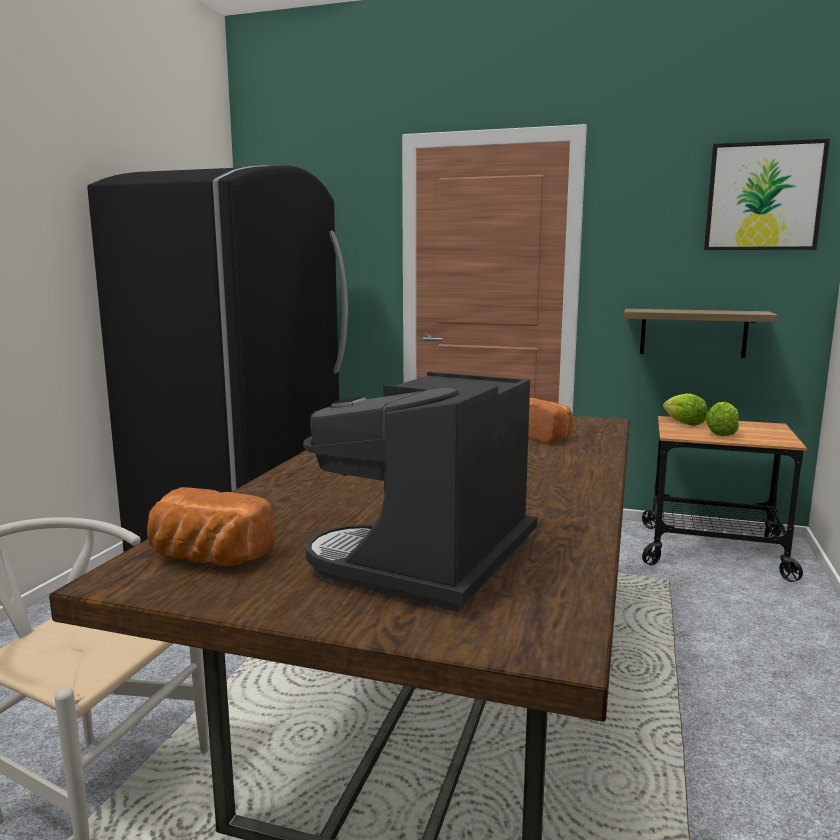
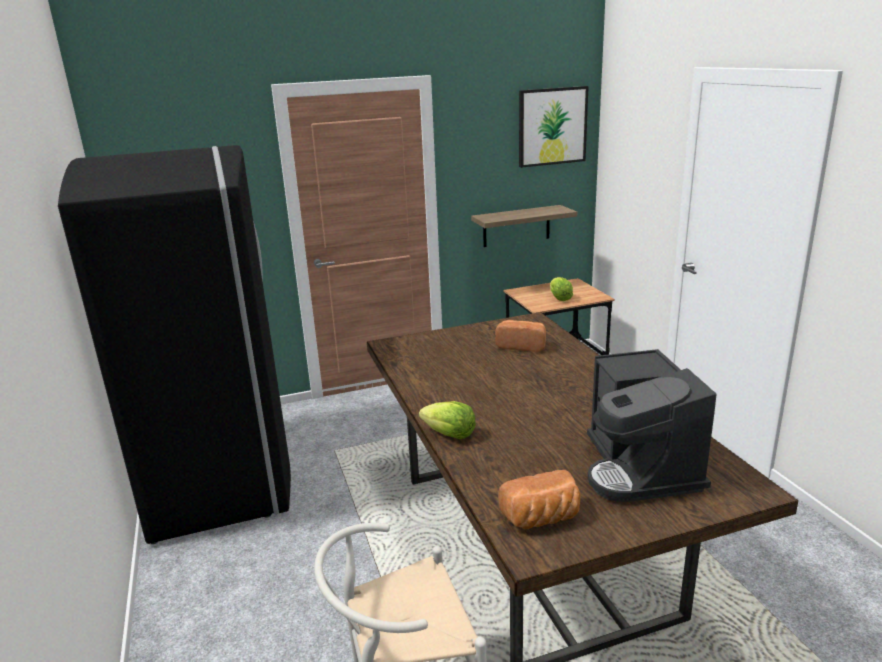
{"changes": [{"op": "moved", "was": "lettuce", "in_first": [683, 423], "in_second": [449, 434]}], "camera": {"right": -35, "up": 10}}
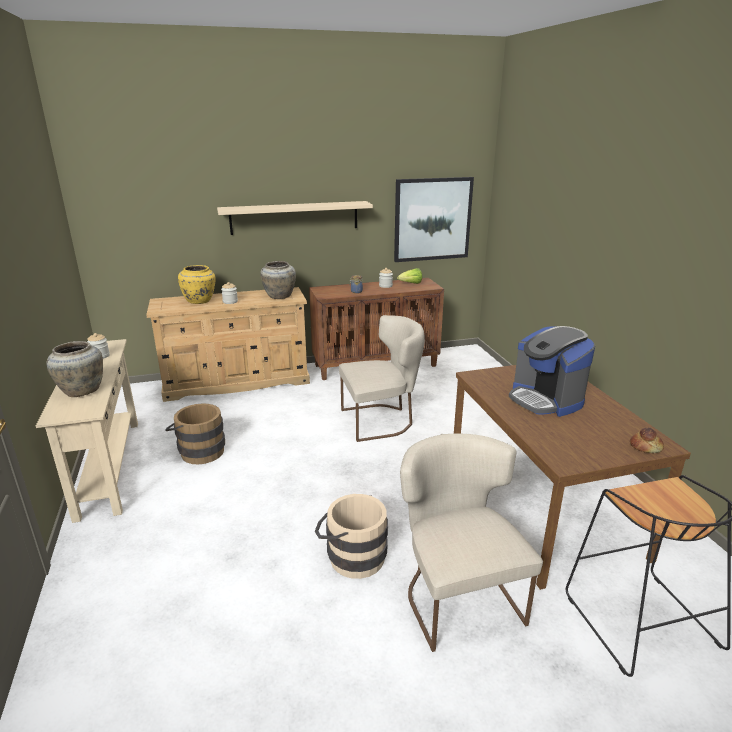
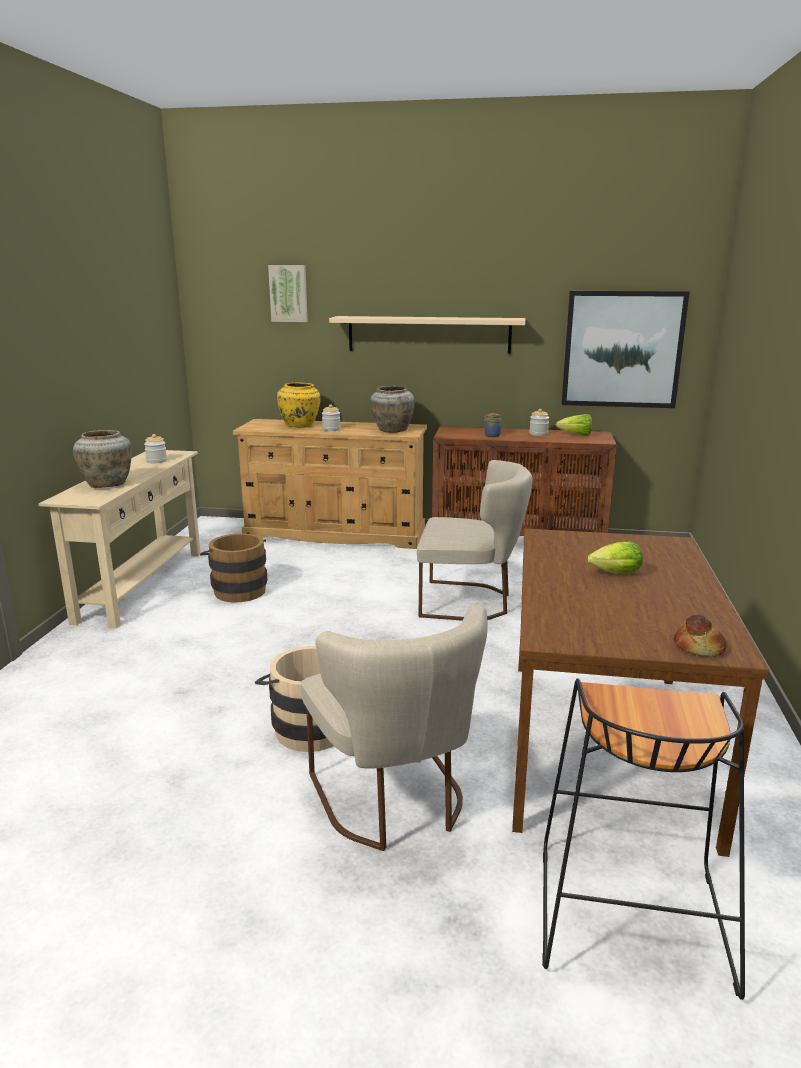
{"changes": [{"op": "turned", "was": "beige chair", "in_first": [456, 595], "in_second": [394, 802], "clockwise": 150}, {"op": "replaced", "was": "coffee machine", "now": "lettuce", "in_first": [545, 399], "in_second": [613, 573]}, {"op": "added", "now": "picture", "in_second": [288, 293]}], "camera": {"right": 25, "up": -5}}
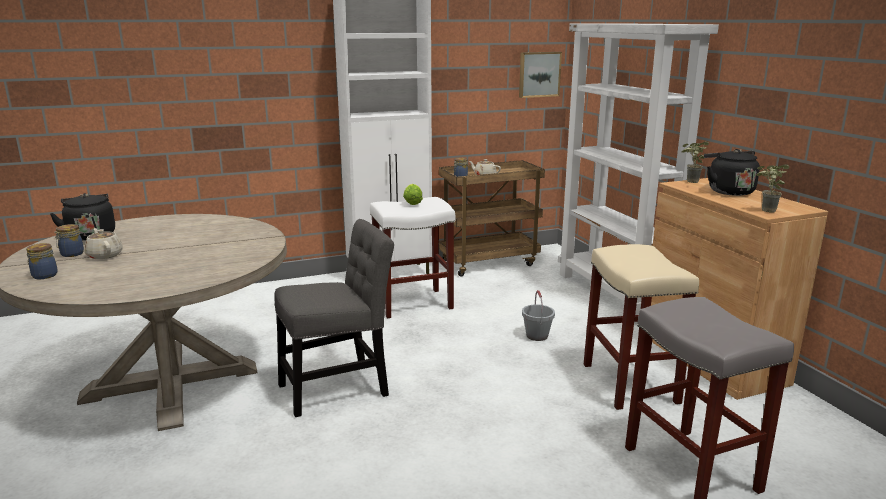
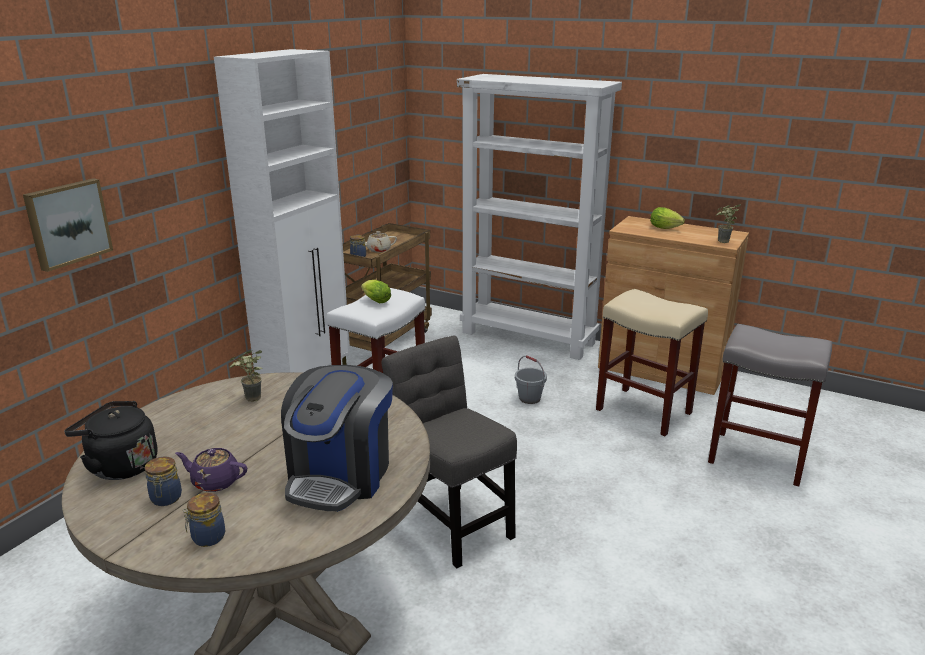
{"changes": [{"op": "recoloured", "was": "beige teapot", "now": "purple teapot", "in_first": [104, 255], "in_second": [215, 481]}, {"op": "turned", "was": "grey chair", "in_first": [339, 388], "in_second": [451, 521], "clockwise": -60}, {"op": "moved", "was": "picture", "in_first": [539, 74], "in_second": [67, 223]}, {"op": "moved", "was": "potted plant", "in_first": [690, 182], "in_second": [250, 400]}, {"op": "replaced", "was": "black kettle", "now": "lettuce", "in_first": [728, 191], "in_second": [666, 228]}, {"op": "added", "now": "coffee machine", "in_second": [340, 475]}], "camera": {"right": -40, "up": 5}}
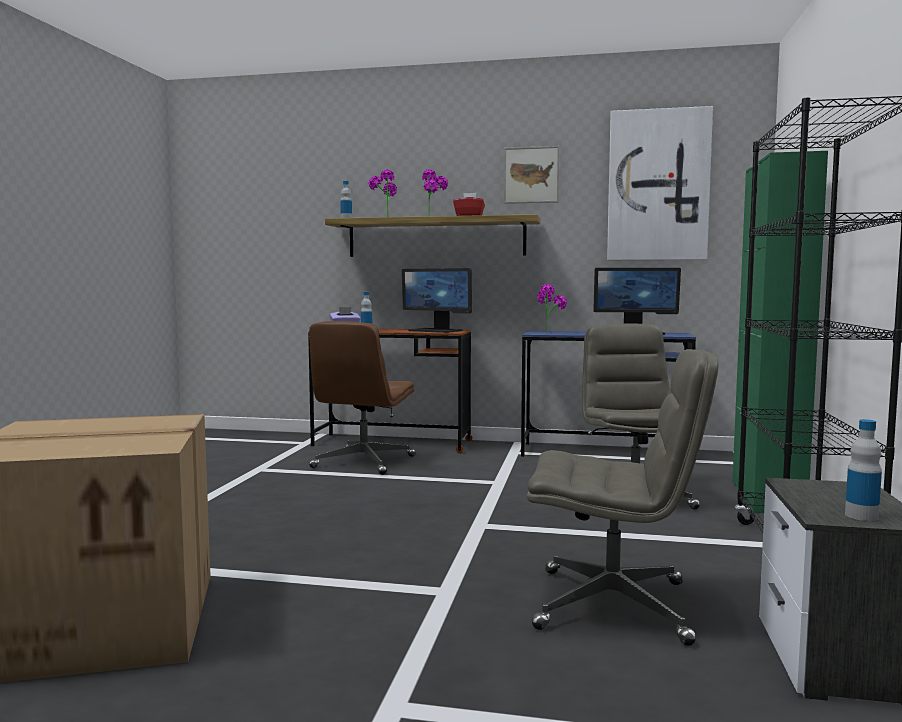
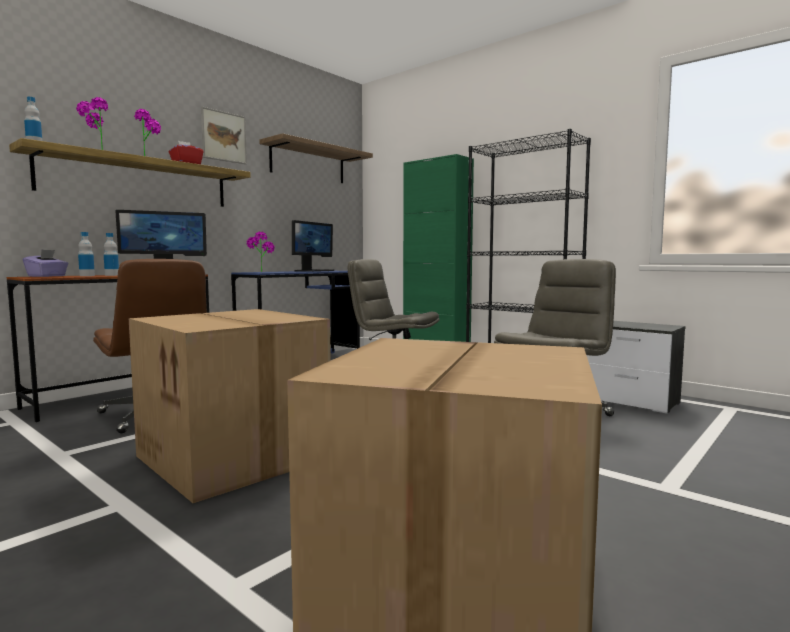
{"changes": [{"op": "replaced", "was": "picture", "now": "shelf", "in_first": [658, 185], "in_second": [308, 163]}, {"op": "moved", "was": "bottle", "in_first": [861, 516], "in_second": [112, 275]}, {"op": "added", "now": "cardboard box", "in_second": [236, 457]}], "camera": {"right": -60, "up": 0}}
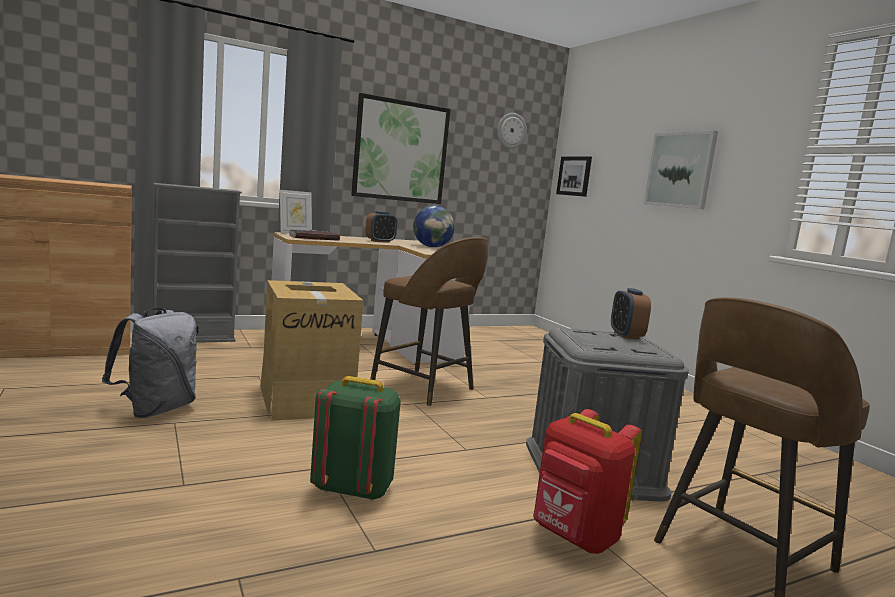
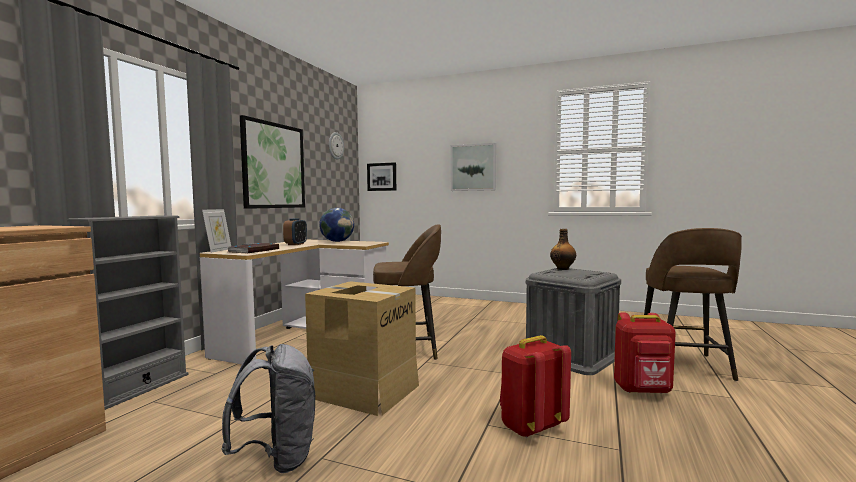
{"changes": [{"op": "recoloured", "was": "green backpack", "now": "red backpack", "in_first": [352, 489], "in_second": [531, 427]}, {"op": "replaced", "was": "alarm clock", "now": "bottle", "in_first": [626, 335], "in_second": [563, 269]}], "camera": {"right": -40, "up": -5}}
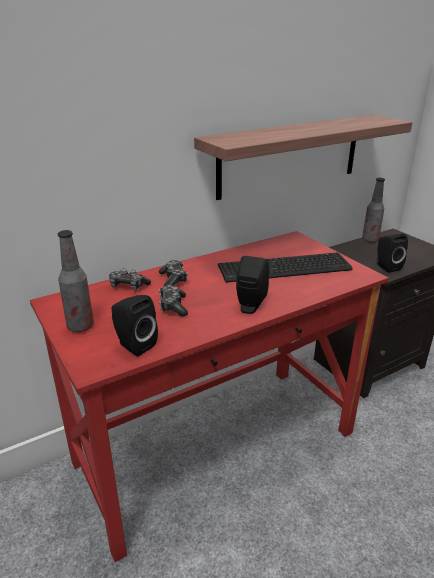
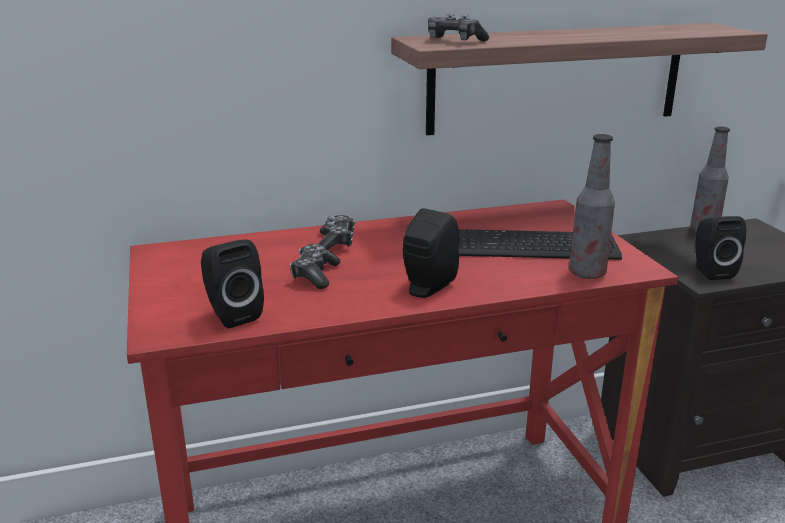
{"changes": [{"op": "moved", "was": "bottle", "in_first": [80, 326], "in_second": [587, 273]}, {"op": "moved", "was": "game controller", "in_first": [128, 286], "in_second": [454, 41]}], "camera": {"right": 15, "up": -5}}
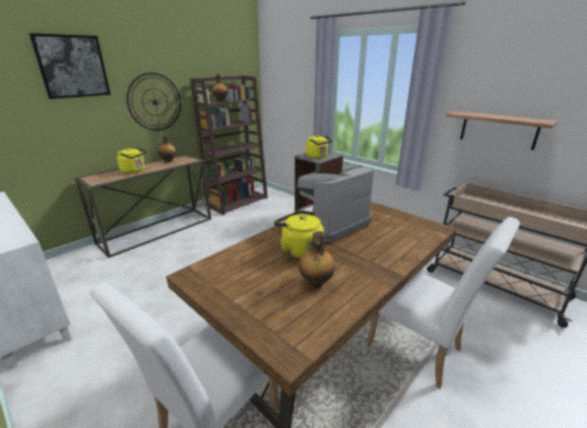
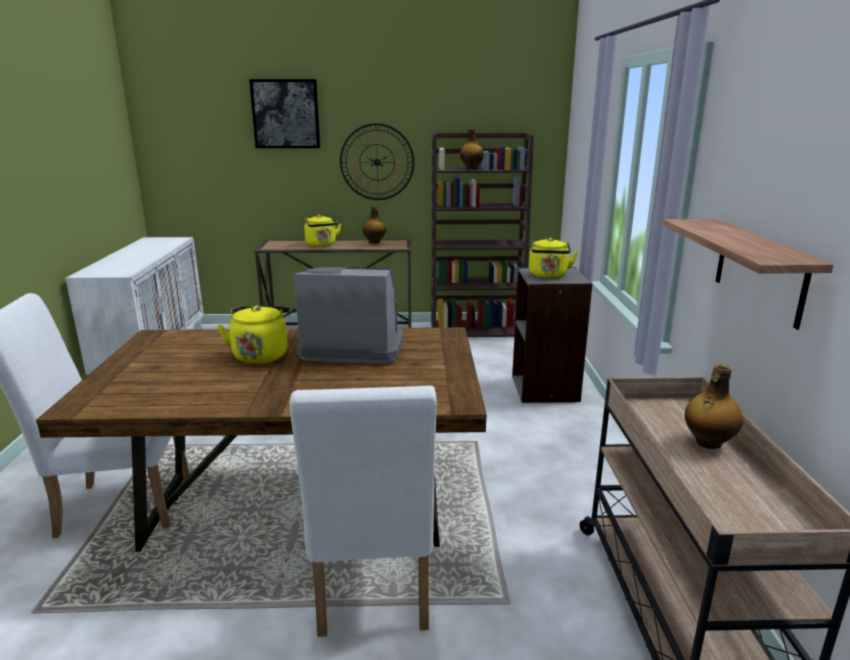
{"changes": [{"op": "moved", "was": "bottle", "in_first": [315, 283], "in_second": [707, 443]}], "camera": {"right": 45, "up": -5}}
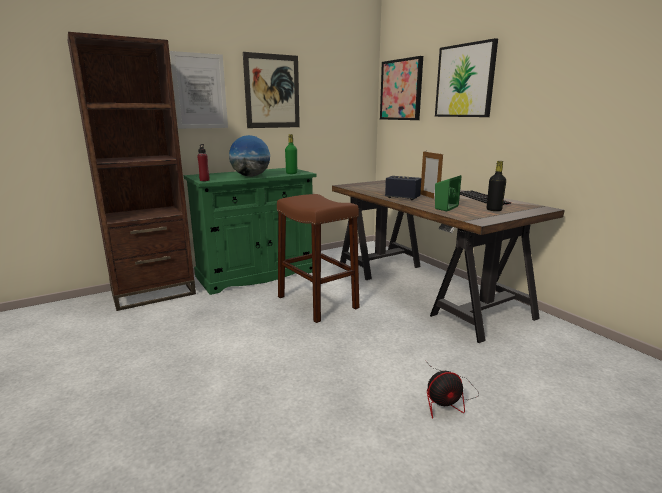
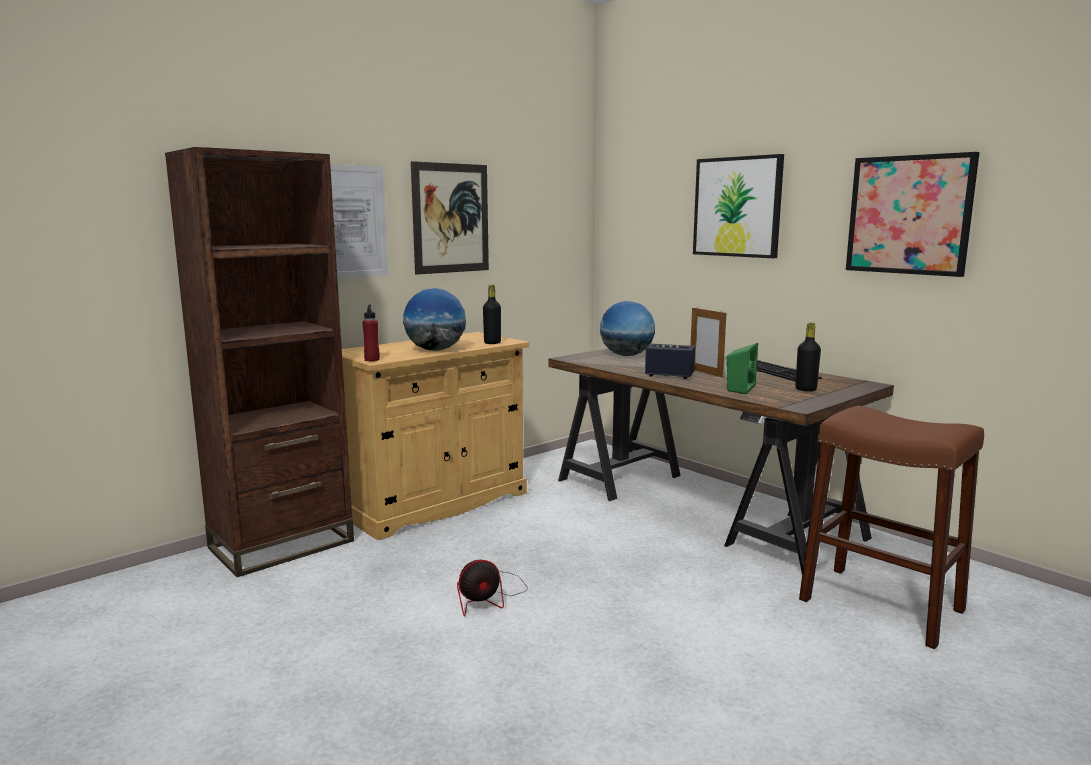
{"changes": [{"op": "recoloured", "was": "green cabinet", "now": "beige cabinet", "in_first": [256, 274], "in_second": [435, 503]}, {"op": "moved", "was": "brown stool", "in_first": [317, 302], "in_second": [880, 605]}, {"op": "recoloured", "was": "green bottle", "now": "black bottle", "in_first": [291, 173], "in_second": [492, 343]}, {"op": "moved", "was": "picture", "in_first": [401, 90], "in_second": [909, 215]}, {"op": "moved", "was": "fan", "in_first": [447, 399], "in_second": [488, 597]}, {"op": "added", "now": "globe", "in_second": [626, 355]}], "camera": {"right": -10, "up": -5}}
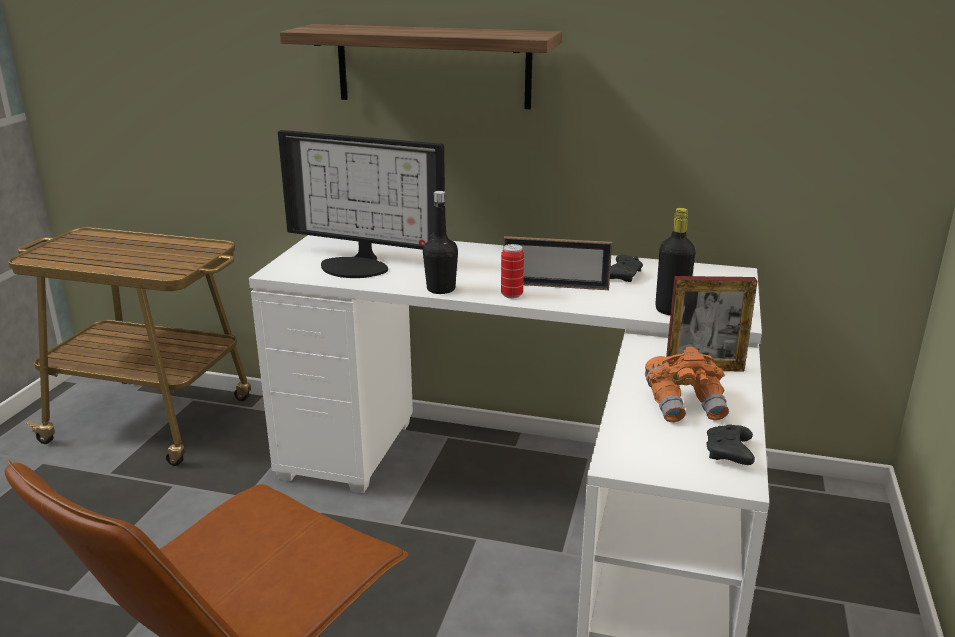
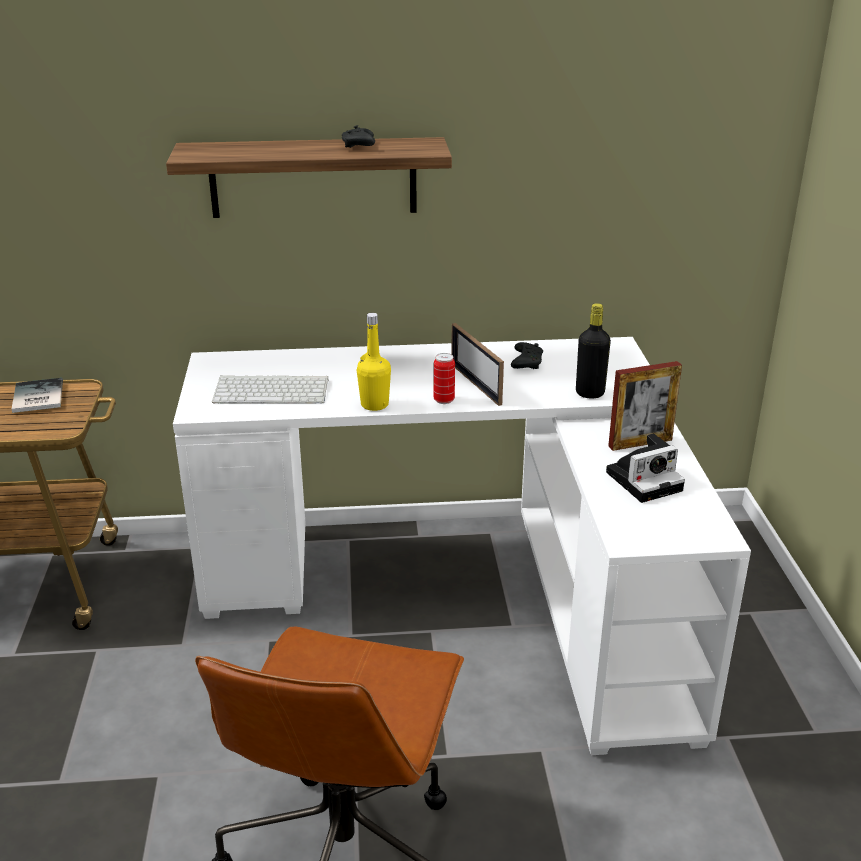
{"changes": [{"op": "replaced", "was": "monitor", "now": "keyboard", "in_first": [358, 265], "in_second": [273, 390]}, {"op": "recoloured", "was": "black bottle", "now": "yellow bottle", "in_first": [441, 289], "in_second": [374, 405]}, {"op": "turned", "was": "picture frame", "in_first": [555, 286], "in_second": [475, 384], "clockwise": 75}, {"op": "replaced", "was": "orange binoculars", "now": "photo camera", "in_first": [685, 405], "in_second": [645, 480]}, {"op": "moved", "was": "black game controller", "in_first": [729, 454], "in_second": [359, 146]}, {"op": "added", "now": "book", "in_second": [36, 397]}], "camera": {"right": -20, "up": 5}}
